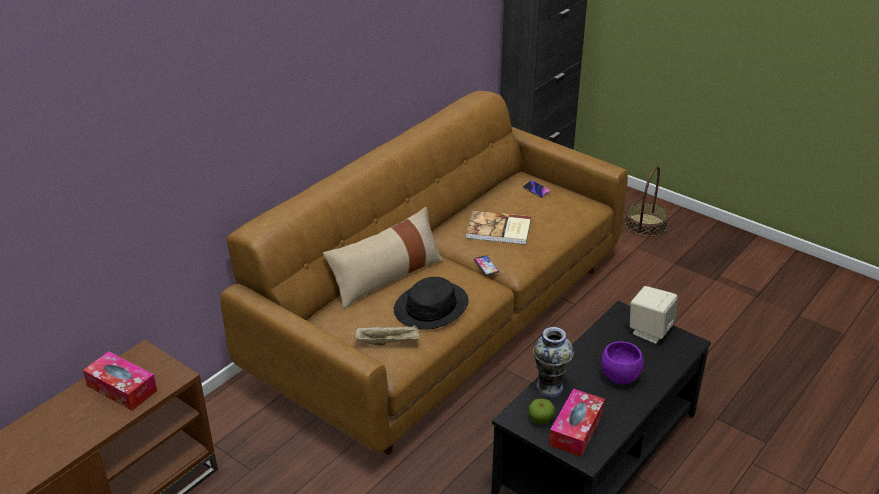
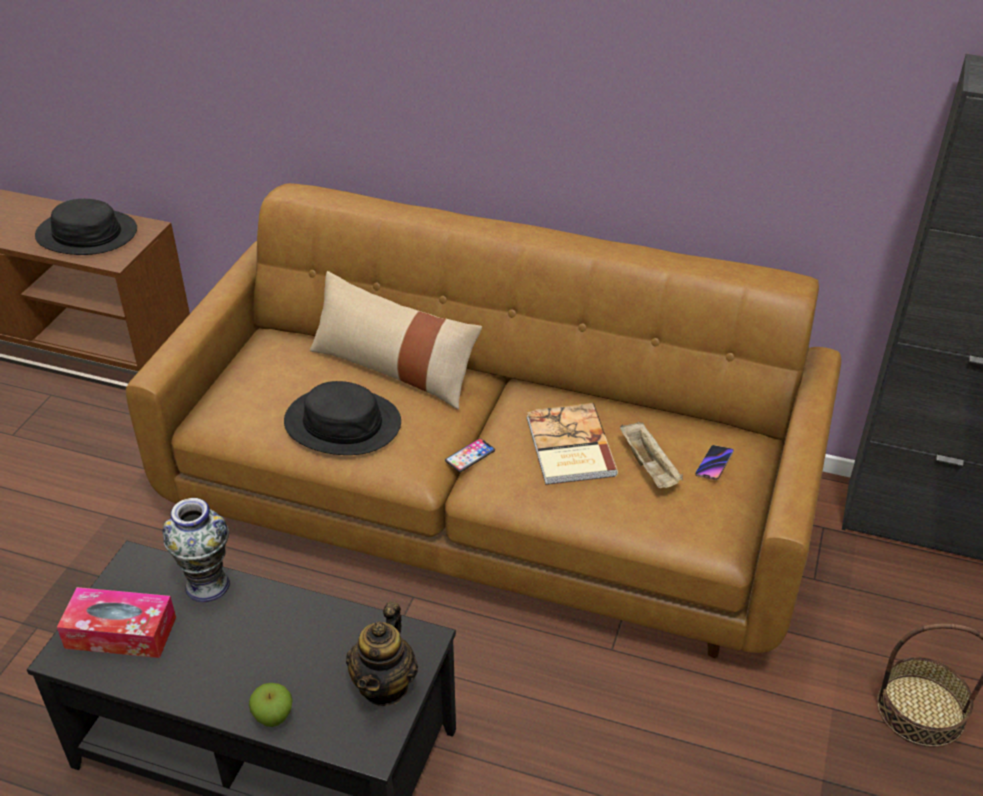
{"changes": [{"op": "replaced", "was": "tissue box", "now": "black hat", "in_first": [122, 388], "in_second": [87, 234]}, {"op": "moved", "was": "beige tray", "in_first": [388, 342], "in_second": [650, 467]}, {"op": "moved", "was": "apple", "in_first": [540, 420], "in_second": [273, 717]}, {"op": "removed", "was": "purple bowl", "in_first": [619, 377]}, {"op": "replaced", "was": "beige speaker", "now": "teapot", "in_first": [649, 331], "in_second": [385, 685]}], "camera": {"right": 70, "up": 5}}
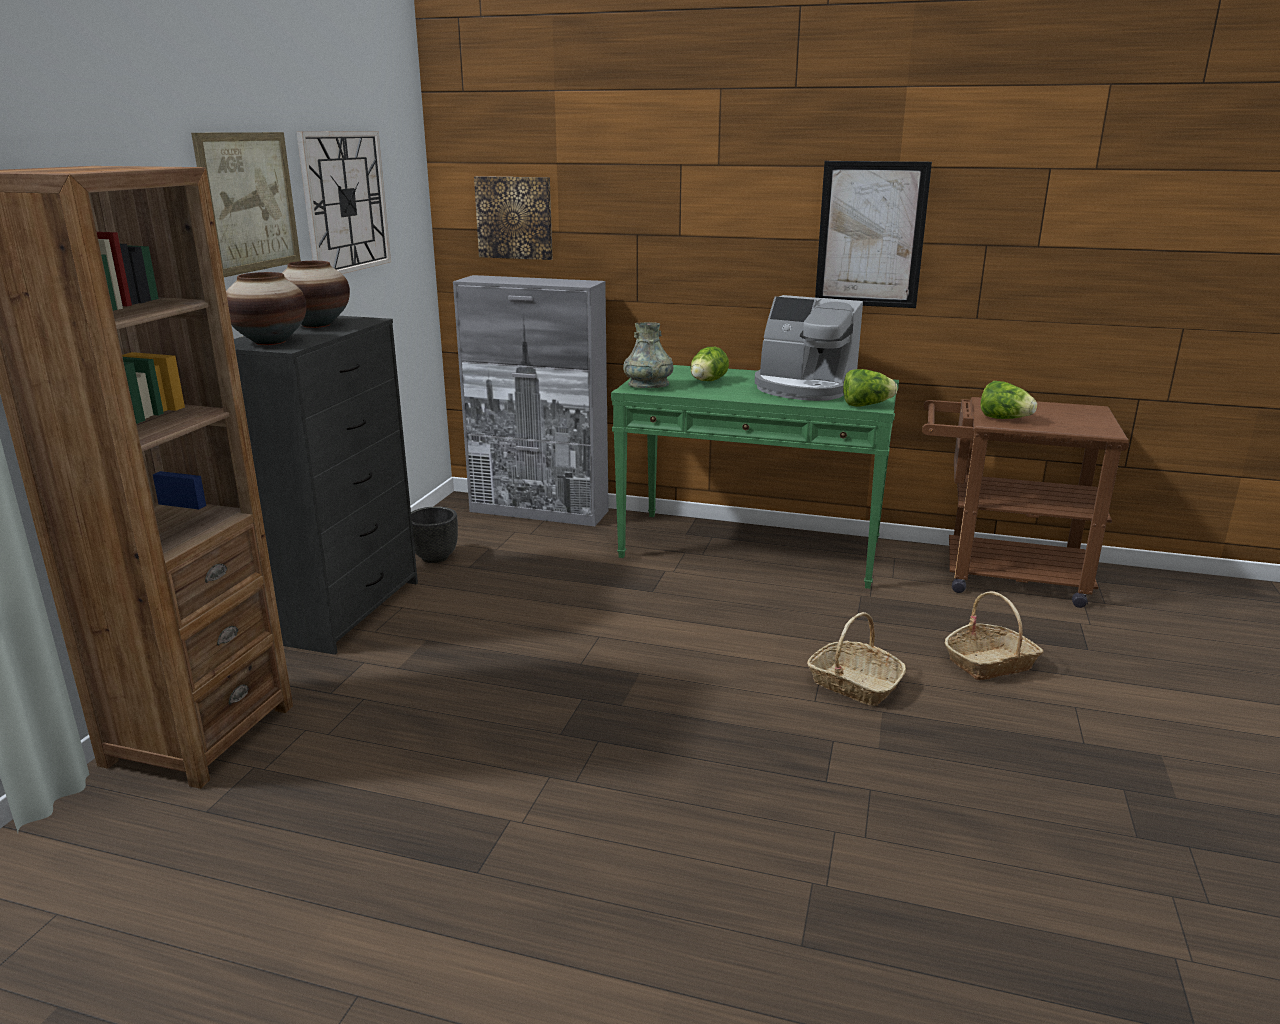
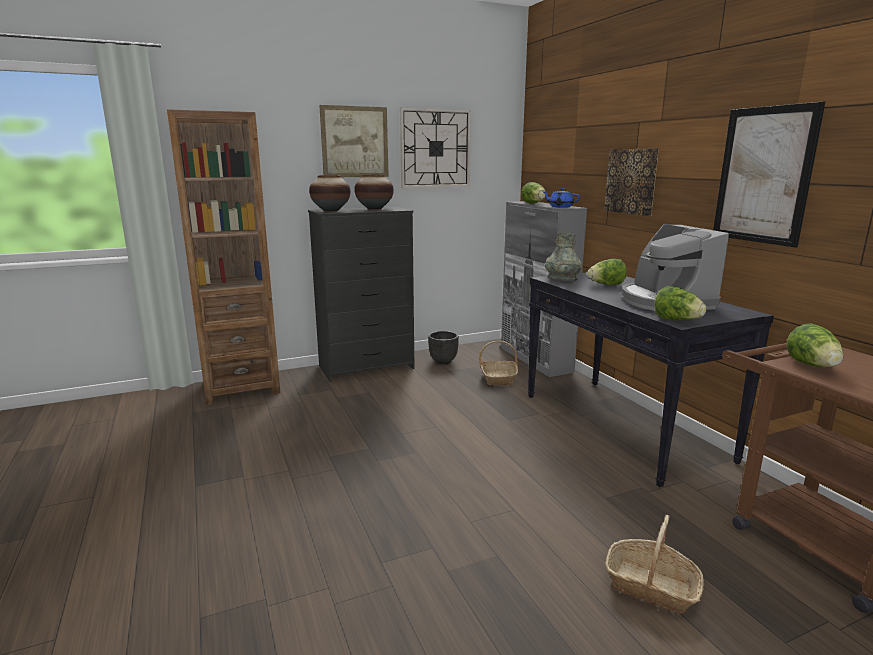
{"changes": [{"op": "moved", "was": "picture", "in_first": [515, 217], "in_second": [632, 181]}, {"op": "recoloured", "was": "green console table", "now": "black console table", "in_first": [752, 548], "in_second": [622, 426]}, {"op": "moved", "was": "basket", "in_first": [853, 684], "in_second": [498, 378]}, {"op": "added", "now": "lettuce", "in_second": [534, 204]}, {"op": "added", "now": "blue teapot", "in_second": [560, 207]}], "camera": {"right": 50, "up": -5}}
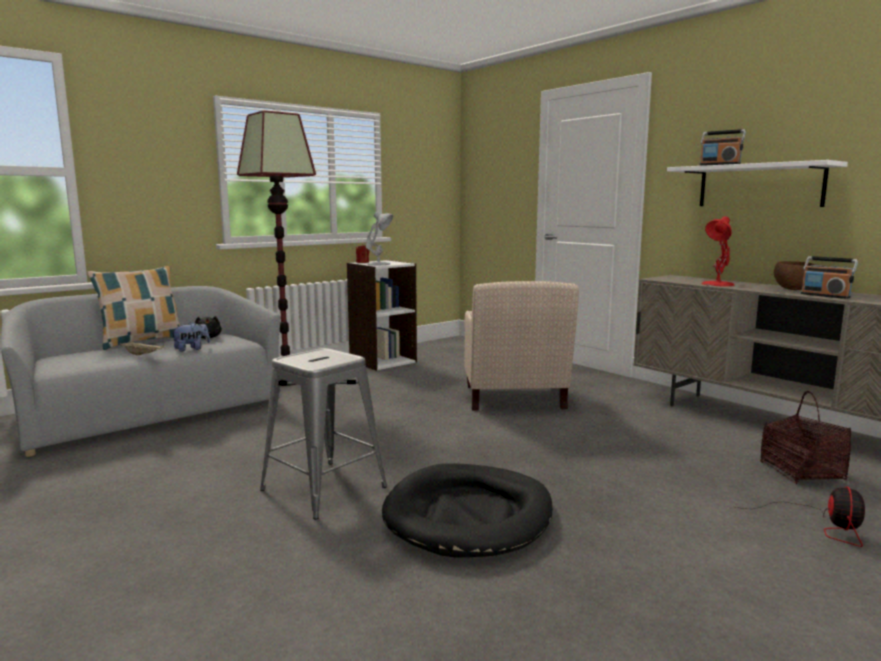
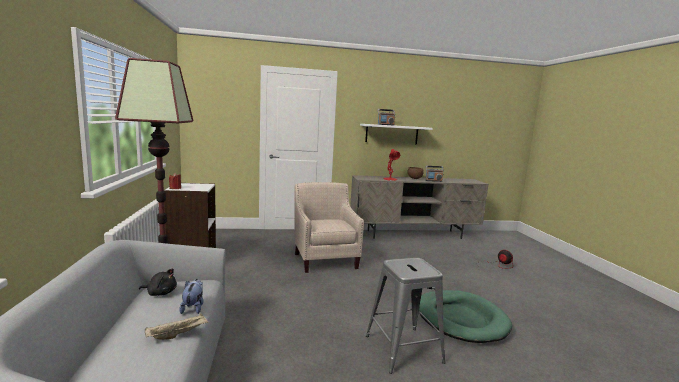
{"changes": [{"op": "removed", "was": "pillow", "in_first": [141, 342]}, {"op": "removed", "was": "white table lamp", "in_first": [380, 264]}, {"op": "recoloured", "was": "black dog bed", "now": "green dog bed", "in_first": [469, 515], "in_second": [460, 319]}, {"op": "turned", "was": "beige armchair", "in_first": [513, 400], "in_second": [325, 259], "clockwise": -135}, {"op": "removed", "was": "basket", "in_first": [801, 471]}], "camera": {"right": -60, "up": 0}}
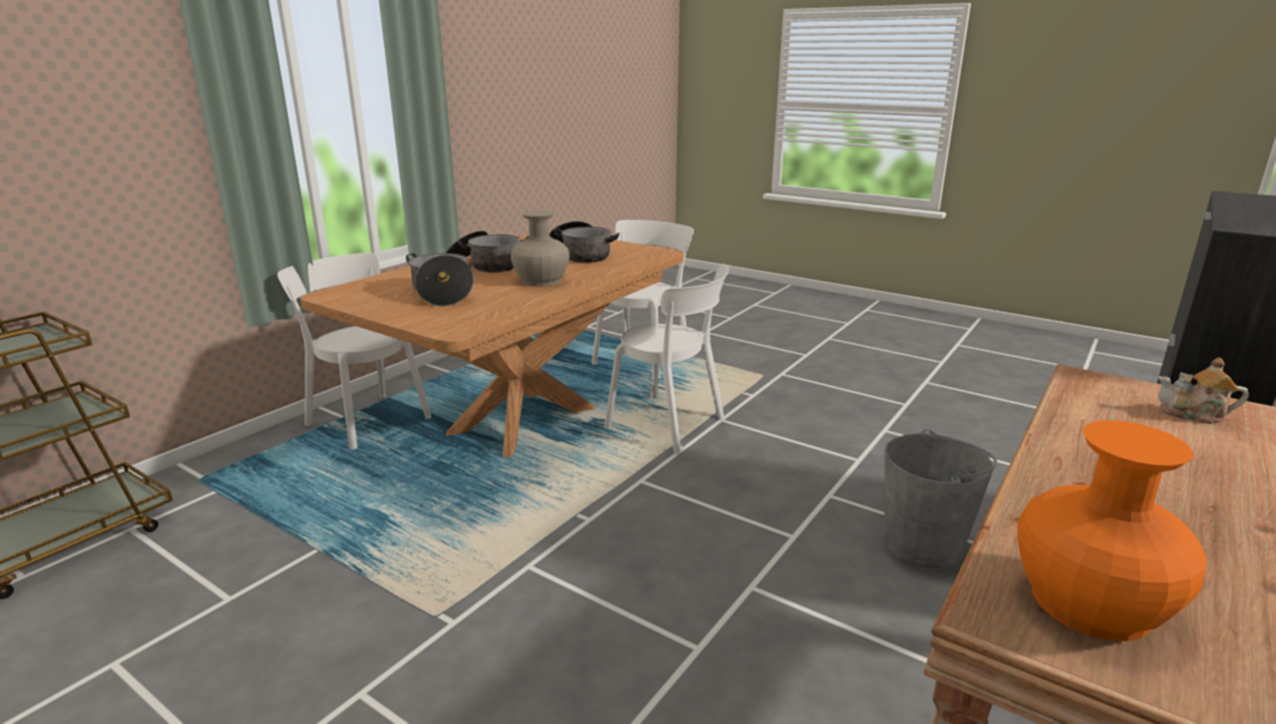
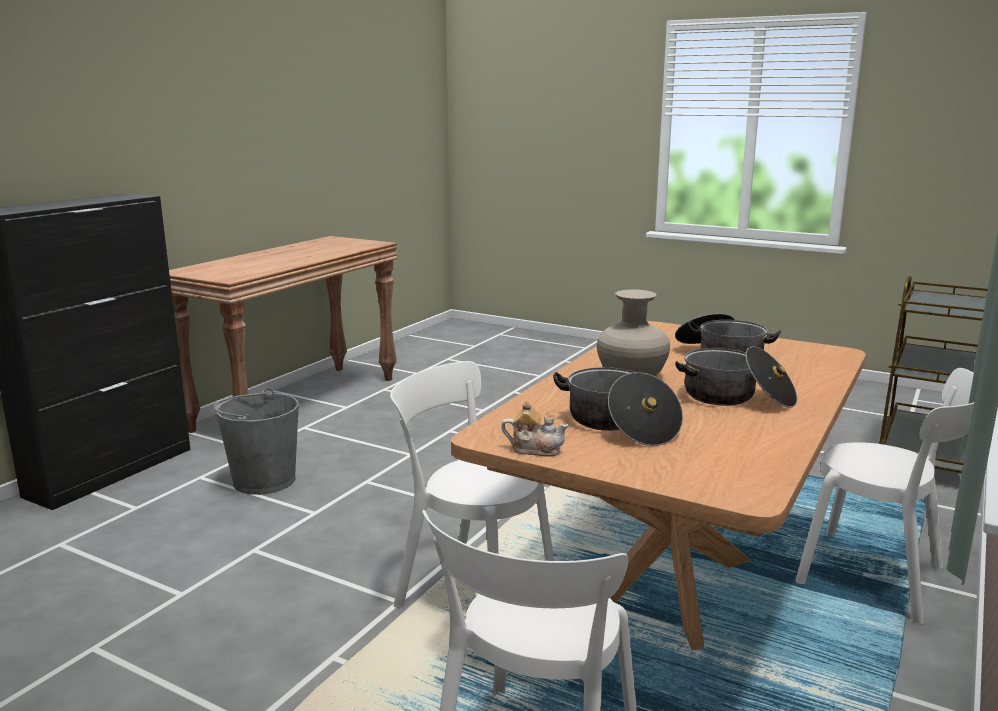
{"changes": [{"op": "removed", "was": "orange vase", "in_first": [1090, 602]}, {"op": "moved", "was": "teapot", "in_first": [1194, 414], "in_second": [535, 449]}], "camera": {"right": 175, "up": -5}}
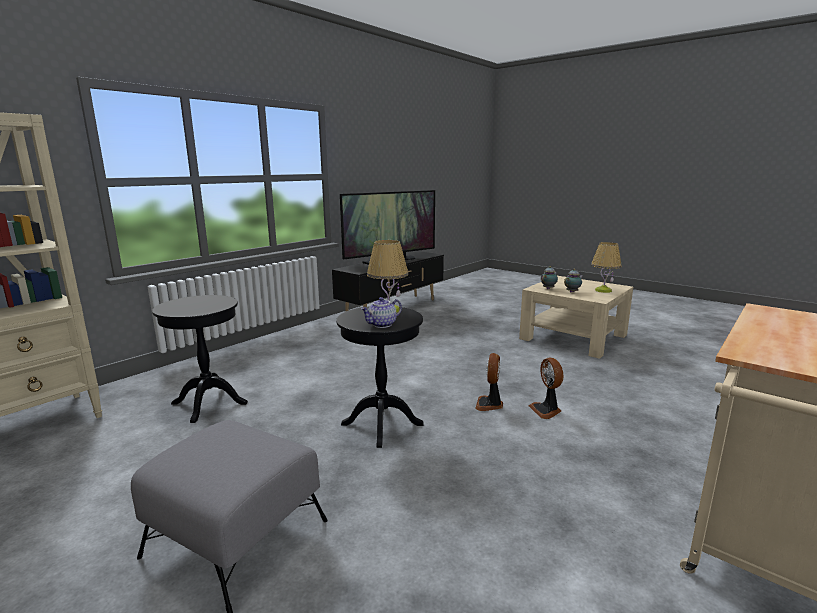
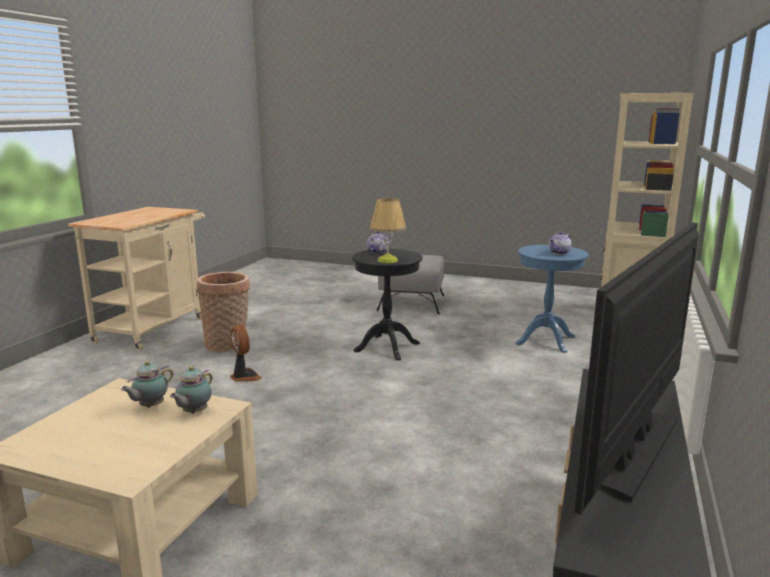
{"changes": [{"op": "recoloured", "was": "black side table", "now": "blue side table", "in_first": [209, 403], "in_second": [545, 340]}, {"op": "removed", "was": "fan", "in_first": [489, 404]}, {"op": "removed", "was": "table lamp", "in_first": [603, 290]}, {"op": "added", "now": "basket", "in_second": [228, 344]}, {"op": "added", "now": "teapot", "in_second": [559, 253]}], "camera": {"right": 160, "up": 0}}
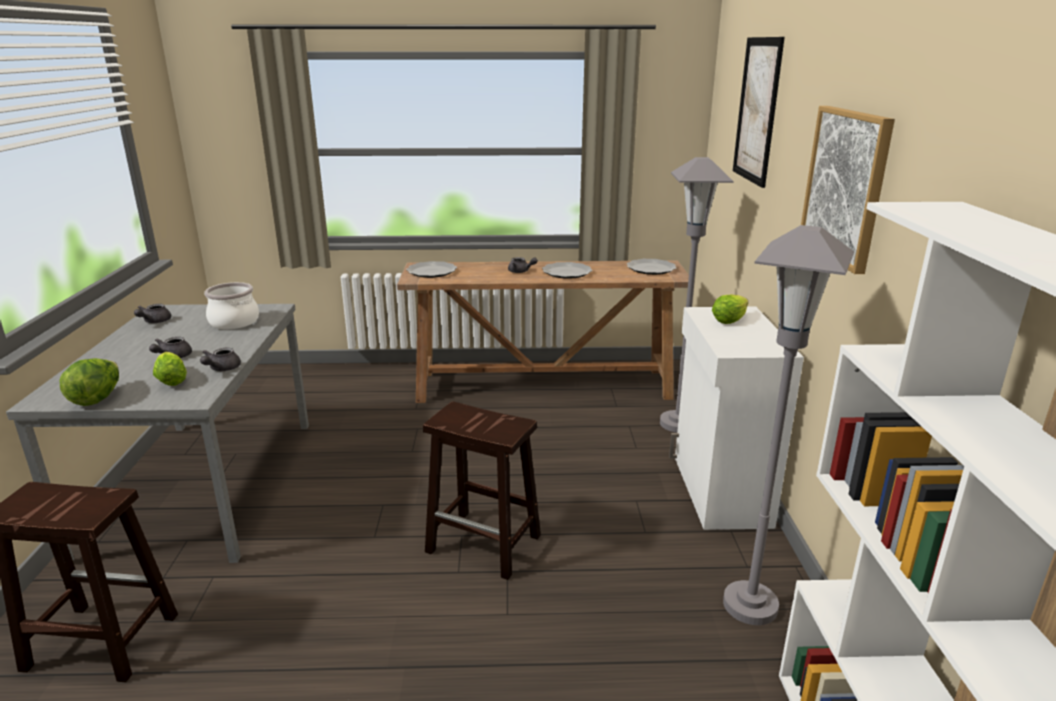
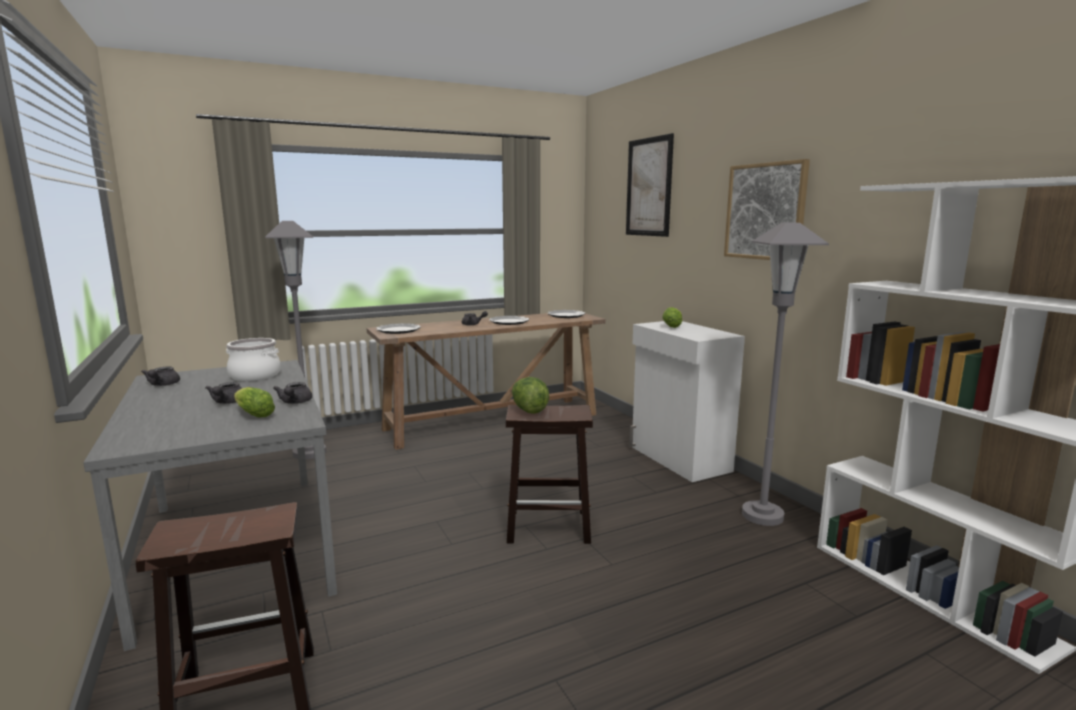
{"changes": [{"op": "moved", "was": "lettuce", "in_first": [97, 398], "in_second": [528, 410]}, {"op": "moved", "was": "grey floor lamp", "in_first": [678, 423], "in_second": [309, 453]}], "camera": {"right": -25, "up": -10}}
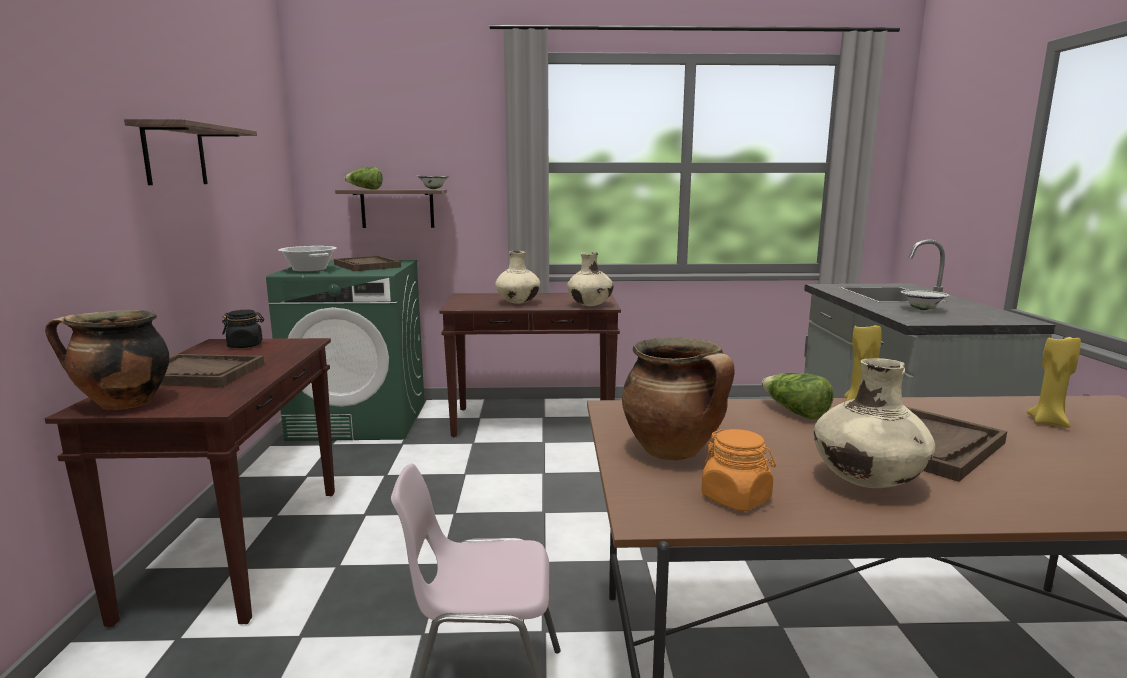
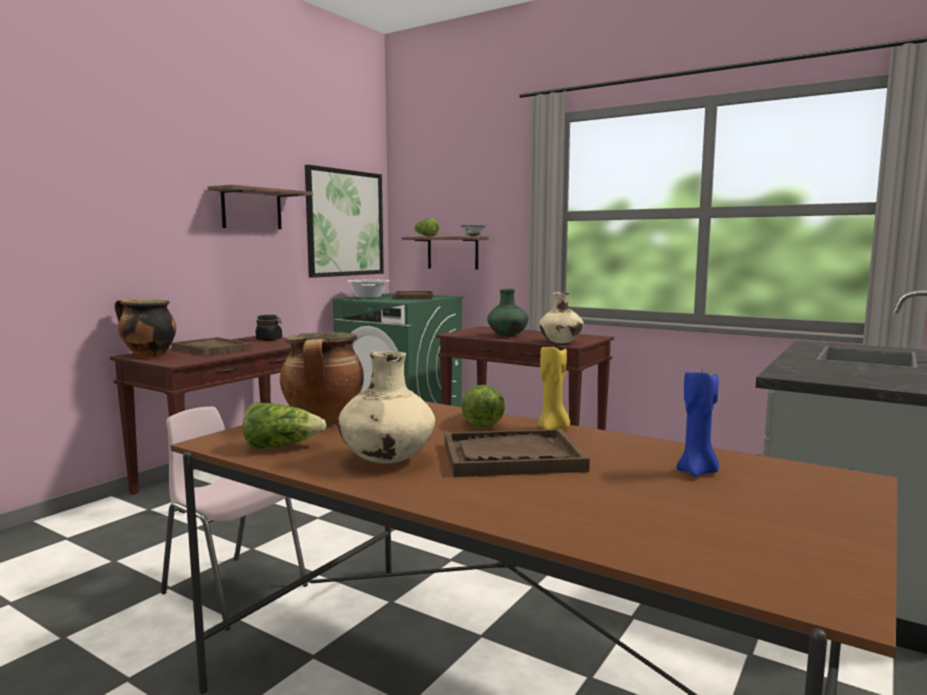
{"changes": [{"op": "recoloured", "was": "beige vase", "now": "green vase", "in_first": [518, 303], "in_second": [507, 336]}, {"op": "replaced", "was": "orange jar", "now": "lettuce", "in_first": [736, 498], "in_second": [281, 447]}, {"op": "removed", "was": "white bowl", "in_first": [922, 309]}, {"op": "recoloured", "was": "yellow candle", "now": "blue candle", "in_first": [1048, 422], "in_second": [697, 472]}, {"op": "added", "now": "picture", "in_second": [345, 223]}], "camera": {"right": 35, "up": -5}}
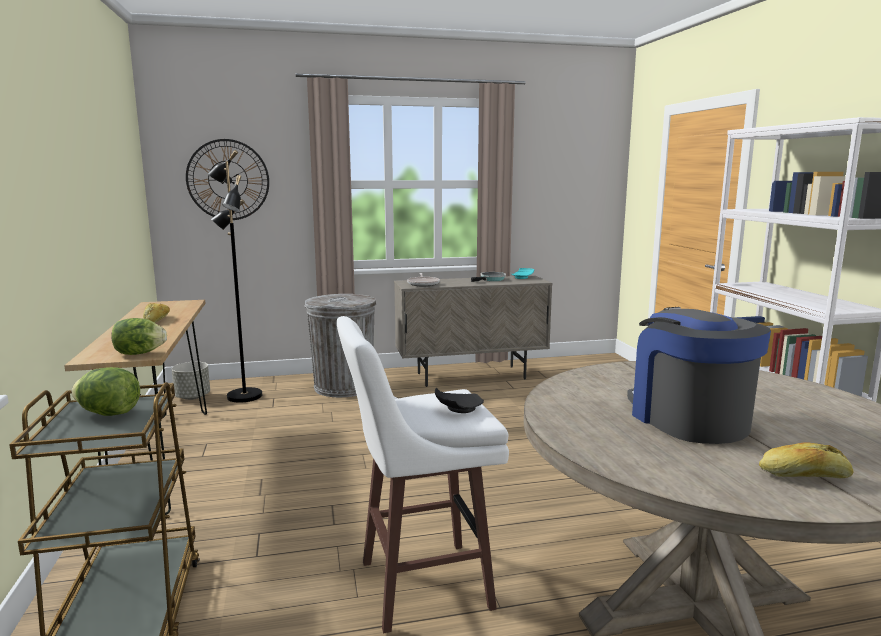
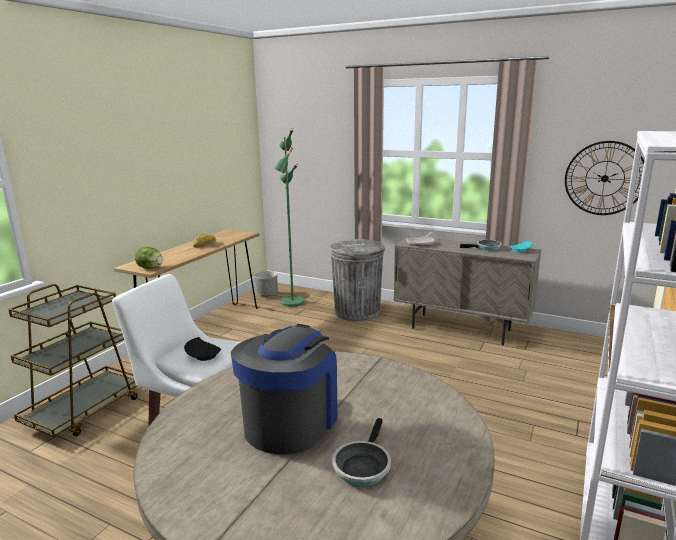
{"changes": [{"op": "removed", "was": "lettuce", "in_first": [109, 413]}, {"op": "moved", "was": "wall clock", "in_first": [228, 180], "in_second": [604, 178]}, {"op": "recoloured", "was": "black floor lamp", "now": "green floor lamp", "in_first": [243, 396], "in_second": [291, 302]}, {"op": "removed", "was": "bread", "in_first": [804, 475]}, {"op": "added", "now": "frying pan", "in_second": [362, 466]}], "camera": {"right": 40, "up": 5}}
